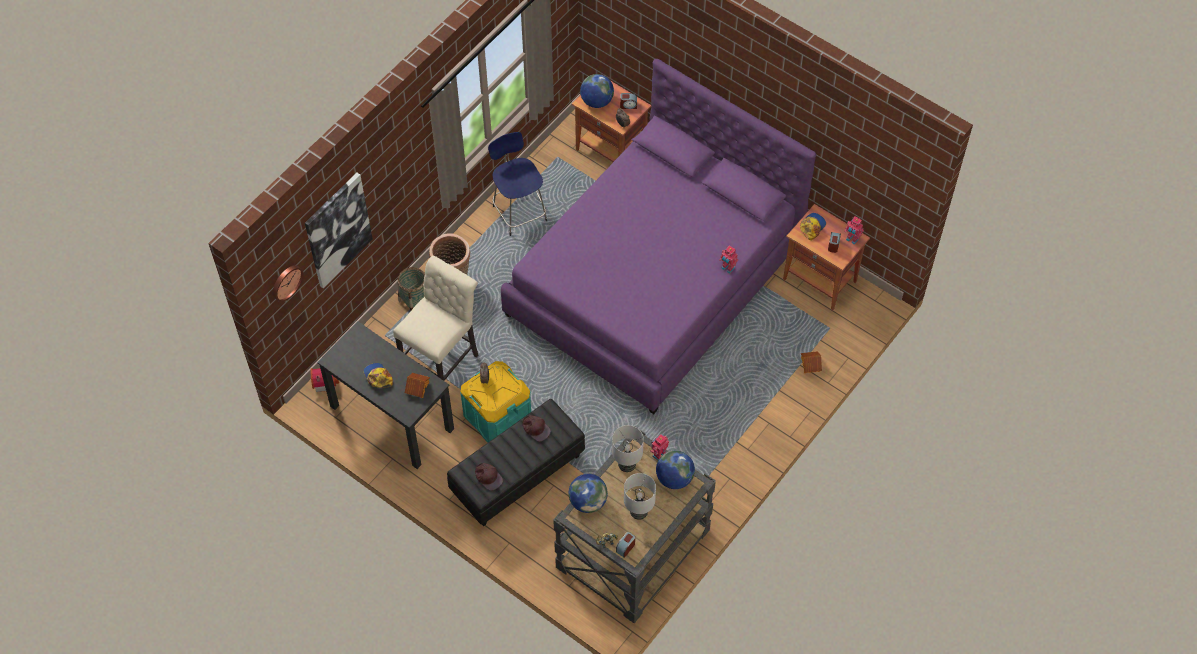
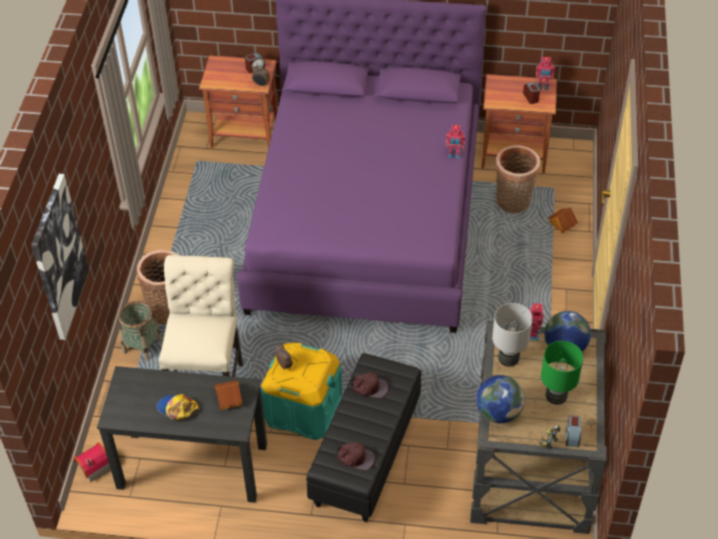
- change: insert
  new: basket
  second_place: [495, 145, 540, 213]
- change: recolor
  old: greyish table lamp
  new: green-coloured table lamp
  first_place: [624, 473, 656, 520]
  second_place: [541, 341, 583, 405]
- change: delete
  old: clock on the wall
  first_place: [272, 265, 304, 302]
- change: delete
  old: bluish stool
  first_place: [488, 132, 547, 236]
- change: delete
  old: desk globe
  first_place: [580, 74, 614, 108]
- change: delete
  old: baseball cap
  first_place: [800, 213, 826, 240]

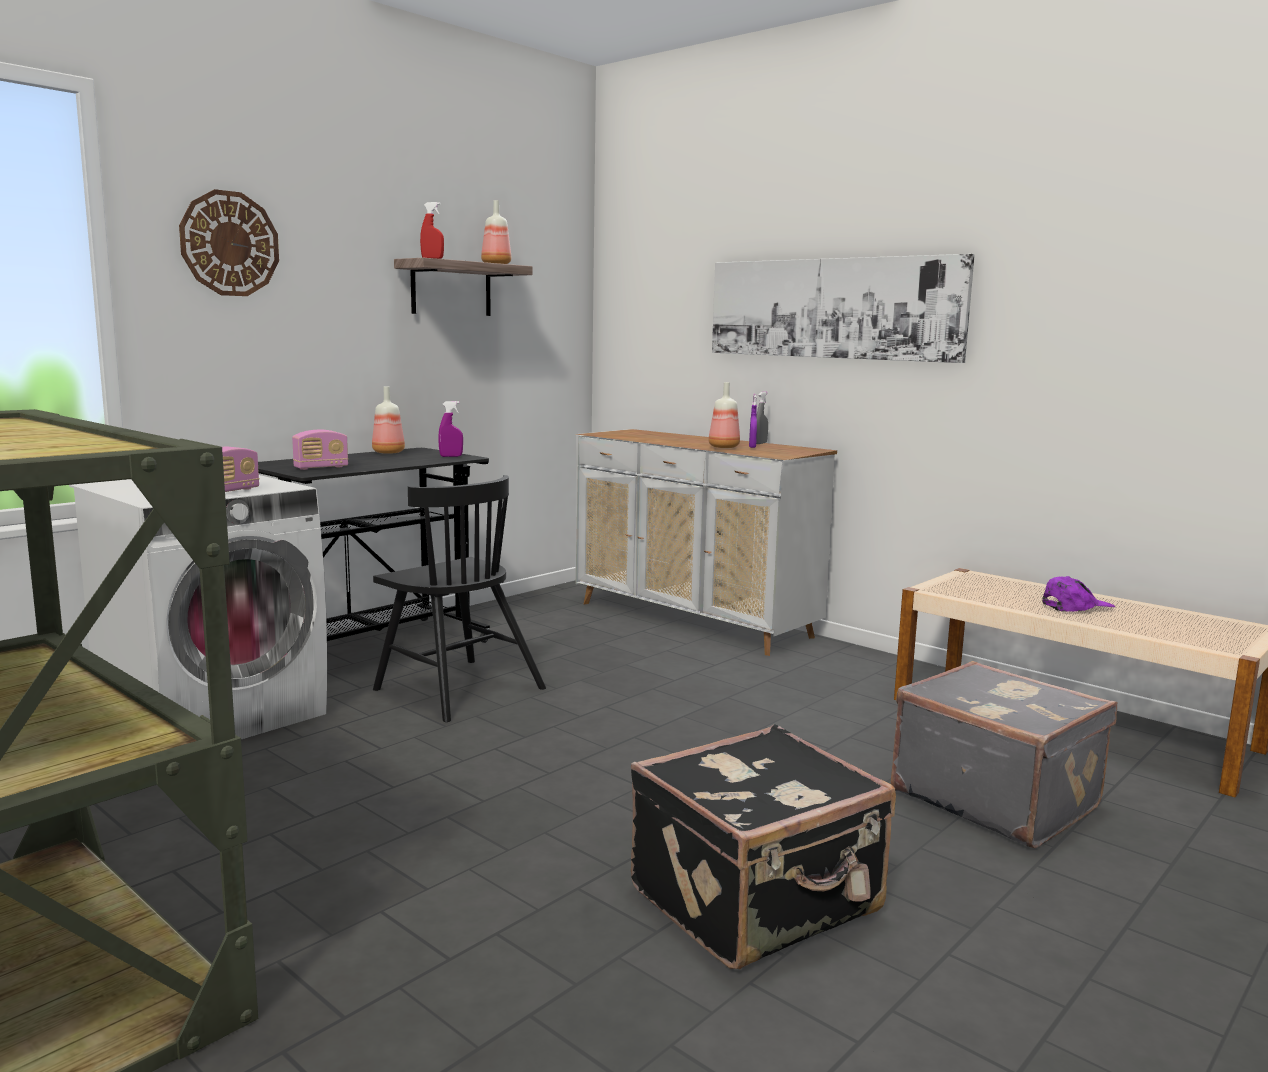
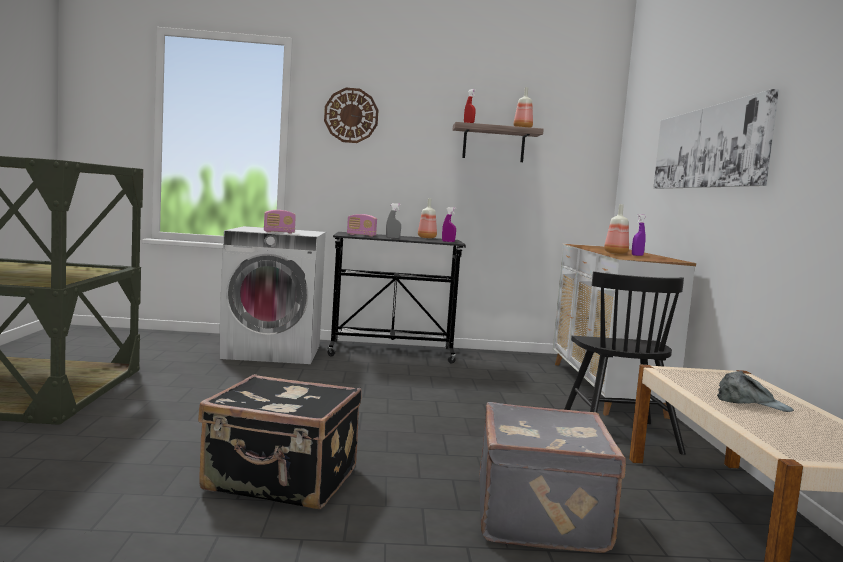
- change: move
  old: greyish sprayer
  first_place: [756, 391, 768, 444]
  second_place: [386, 203, 401, 238]
- change: move
  old: black upright chair
  first_place: [373, 475, 546, 722]
  second_place: [564, 271, 686, 455]
- change: recolor
  old: purple baseball cap
  new: greyish baseball cap
  first_place: [1042, 576, 1115, 612]
  second_place: [717, 371, 794, 412]

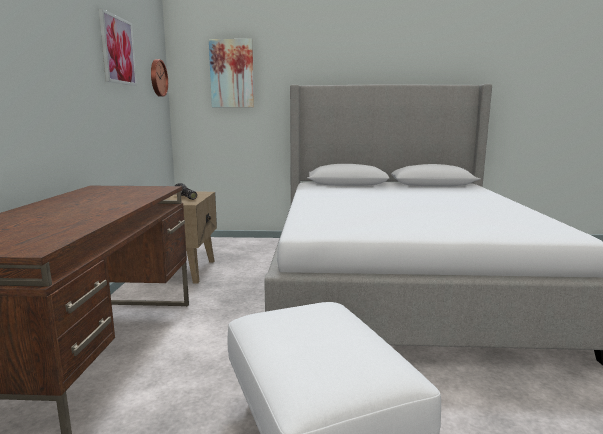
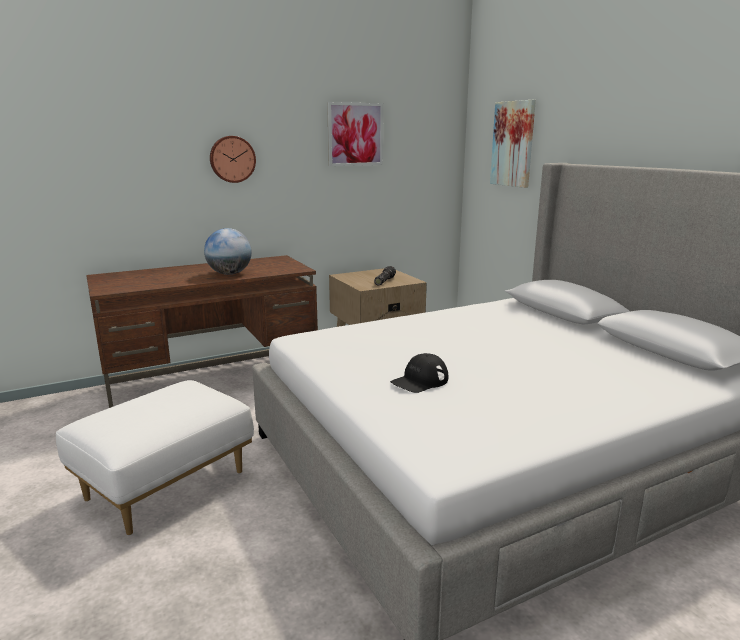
- change: insert
  new: desk globe
  second_place: [204, 228, 252, 275]
- change: move
  old: clock on the wall
  first_place: [151, 59, 168, 97]
  second_place: [210, 136, 256, 183]
- change: insert
  new: black baseball cap
  second_place: [390, 353, 448, 393]

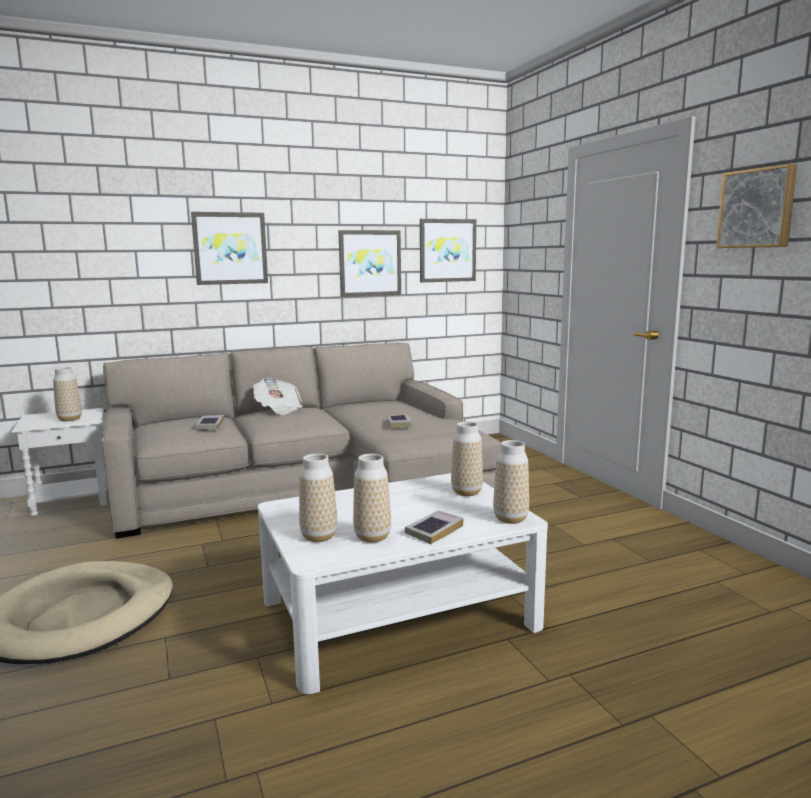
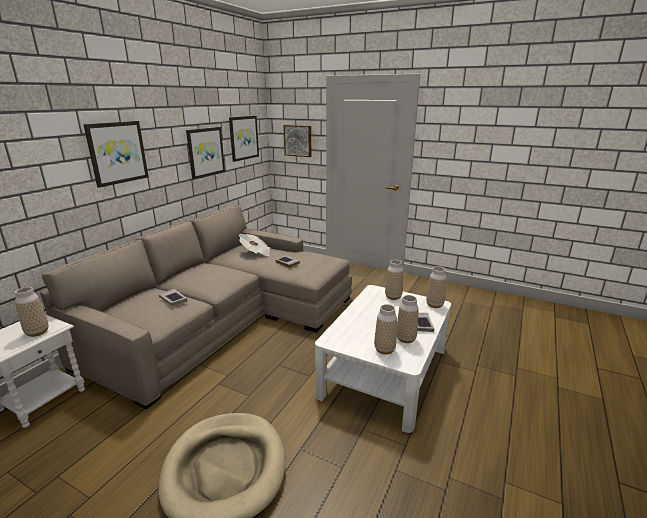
- change: move
  old: printed paper
  first_place: [253, 378, 303, 415]
  second_place: [239, 234, 270, 256]
- change: move
  old: wall picture
  first_place: [716, 163, 797, 248]
  second_place: [284, 125, 311, 157]

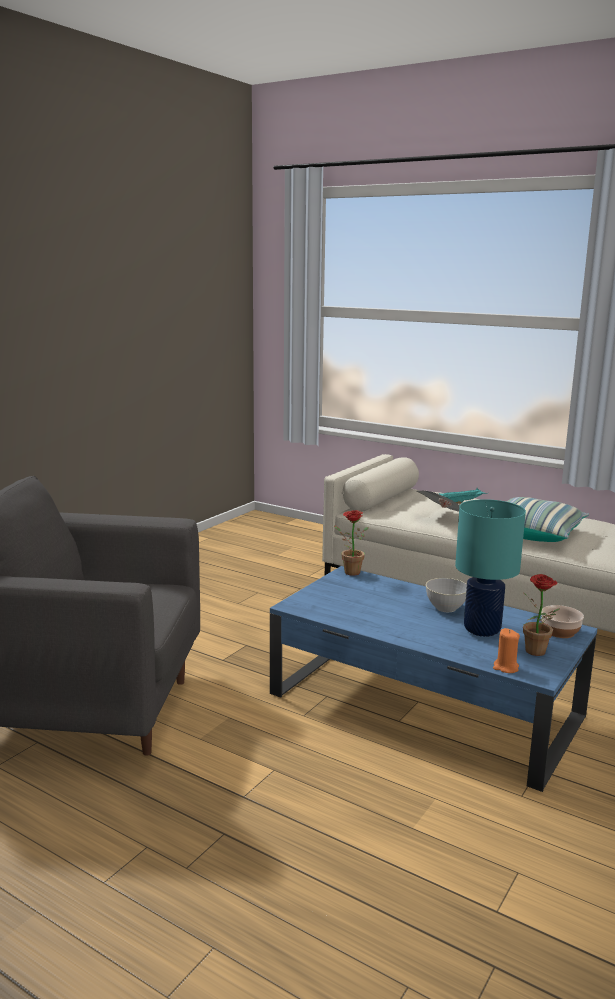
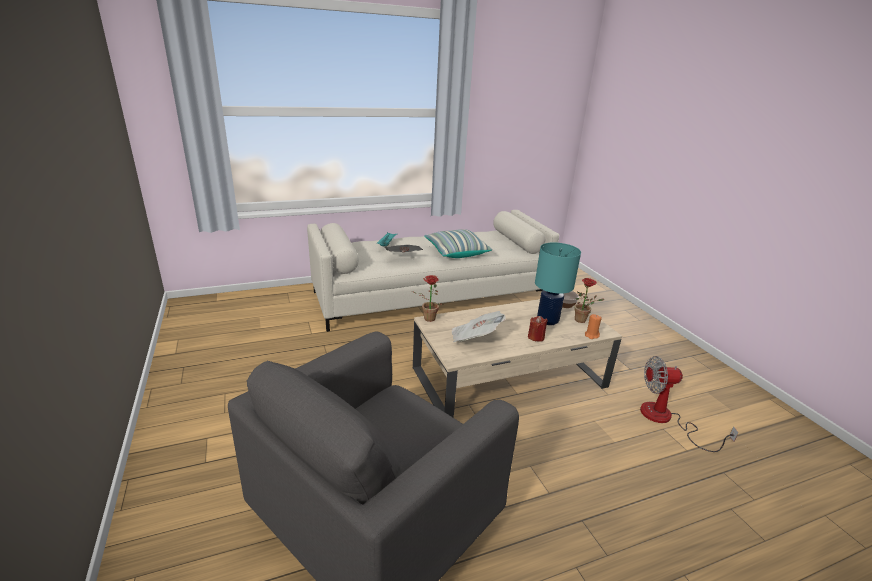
- change: recolor
  old: bluish coffee table
  new: sand-coloured coffee table
  first_place: [270, 566, 597, 792]
  second_place: [413, 299, 622, 418]
- change: insert
  new: printed paper
  second_place: [452, 311, 506, 342]
- change: insert
  new: red-coloured wax light
  second_place: [528, 316, 548, 342]
- change: insert
  new: fan
  second_place: [640, 356, 738, 452]
- change: delete
  old: greyish bowl
  first_place: [426, 578, 467, 612]

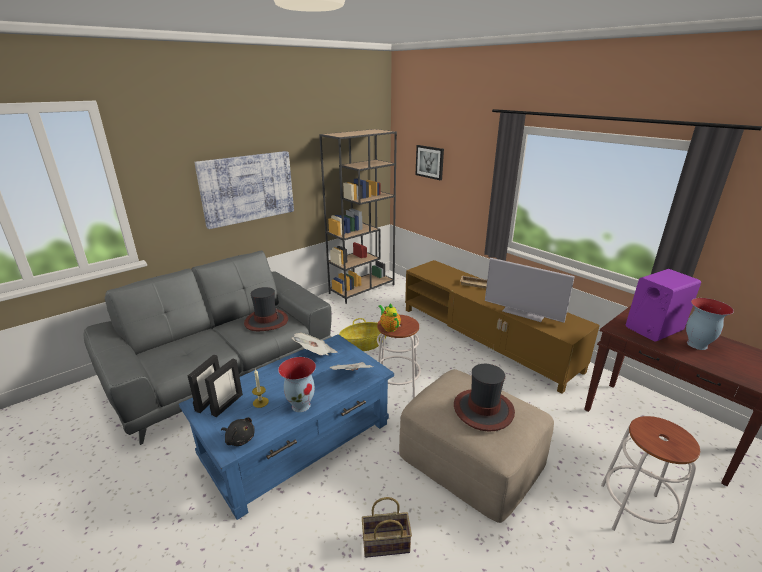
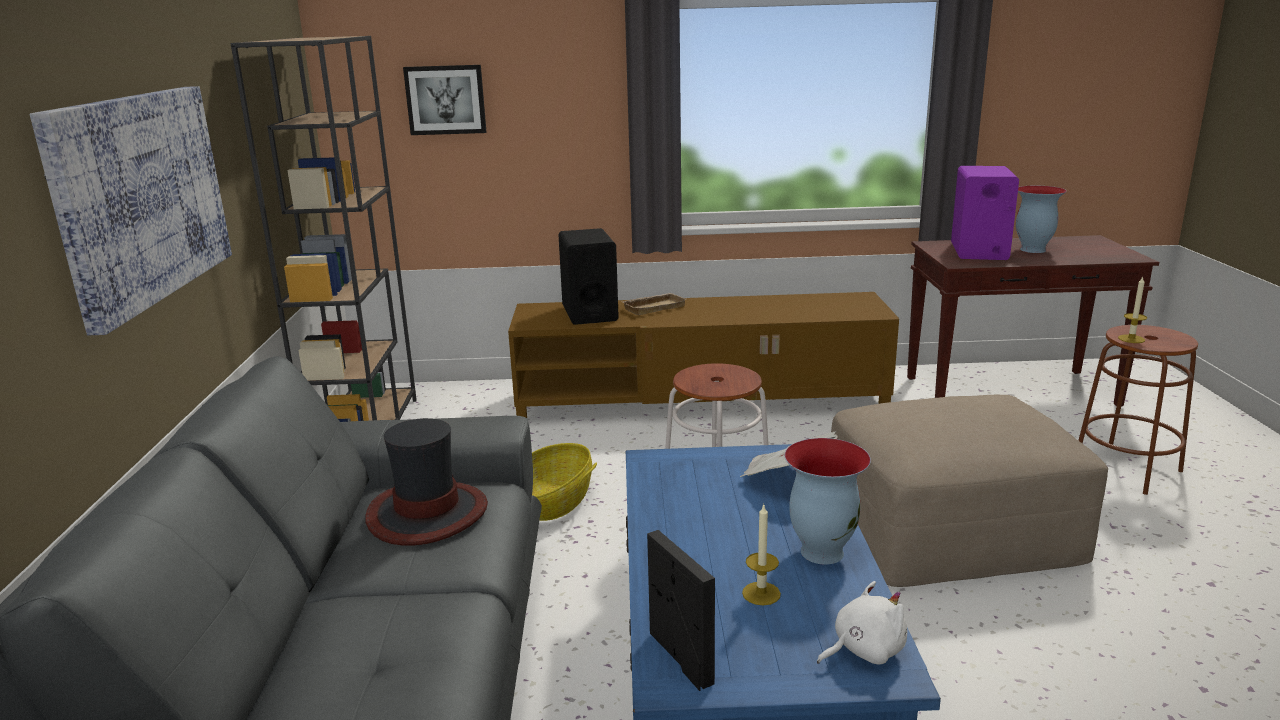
- change: insert
  new: black speaker
  second_place: [558, 228, 619, 325]
- change: recolor
  old: black soft toy
  new: white-coloured soft toy
  first_place: [221, 417, 255, 446]
  second_place: [817, 581, 907, 665]
- change: recolor
  old: white-coloured stool
  new: brown stool
  first_place: [601, 416, 700, 543]
  second_place: [1078, 325, 1198, 495]
- change: insert
  new: wax light
  second_place: [1118, 277, 1147, 343]
- change: delete
  old: picture frame
  first_place: [205, 359, 243, 417]
- change: delete
  old: printed paper
  first_place: [292, 333, 337, 356]
- change: delete
  old: basket
  first_place: [362, 497, 412, 558]
- change: delete
  old: pot for tea
  first_place: [378, 303, 401, 332]
- change: delete
  old: wearable hat
  first_place: [454, 364, 515, 432]
- change: delete
  old: TV set
  first_place: [485, 258, 575, 323]

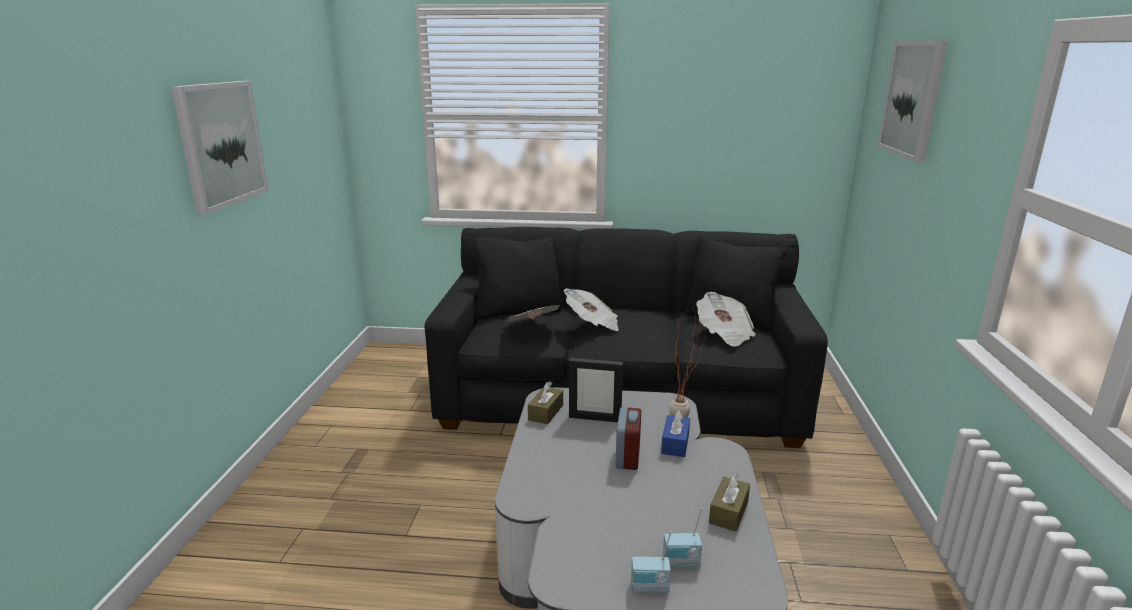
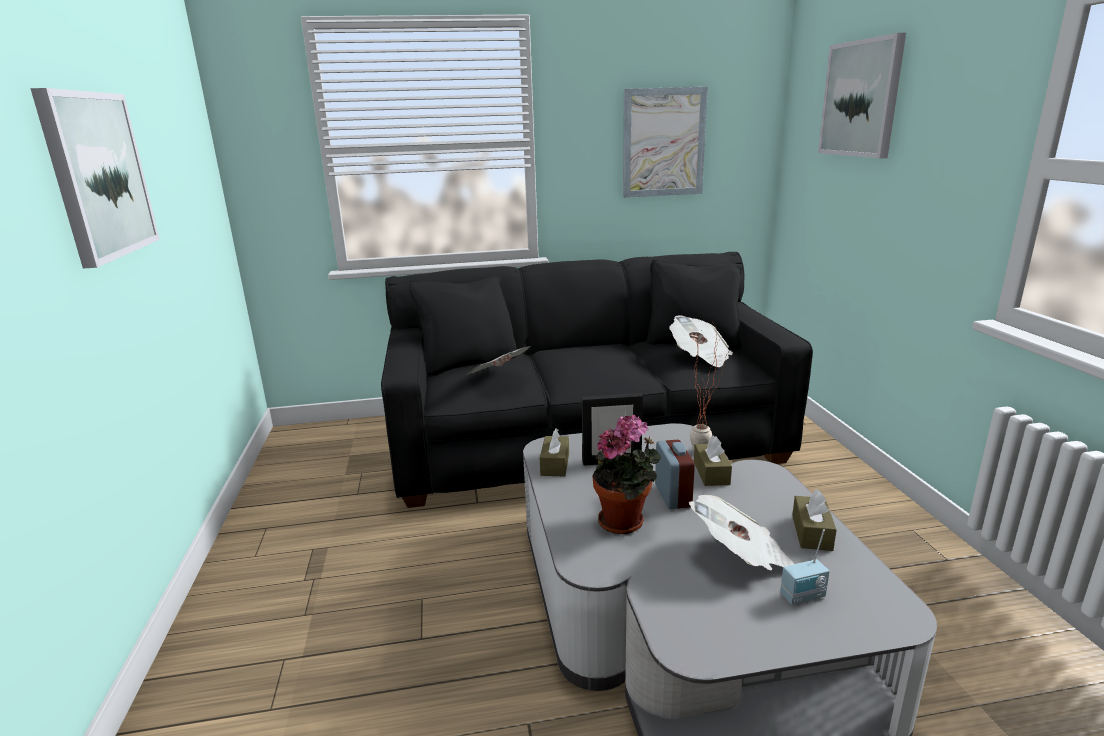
- change: insert
  new: plant in a pot
  second_place: [592, 415, 662, 534]
- change: insert
  new: wall picture
  second_place: [623, 87, 708, 198]
- change: move
  old: printed paper
  first_place: [564, 289, 619, 331]
  second_place: [689, 495, 794, 570]
- change: recolor
  old: bluish box of tissues
  new: brown box of tissues
  first_place: [661, 410, 690, 457]
  second_place: [694, 435, 732, 486]
- change: delete
  old: radio receiver
  first_place: [631, 531, 671, 593]

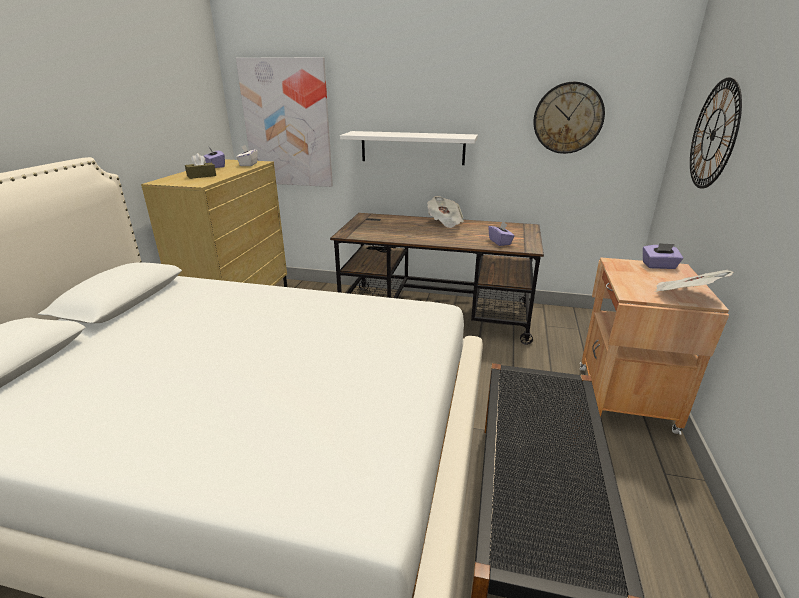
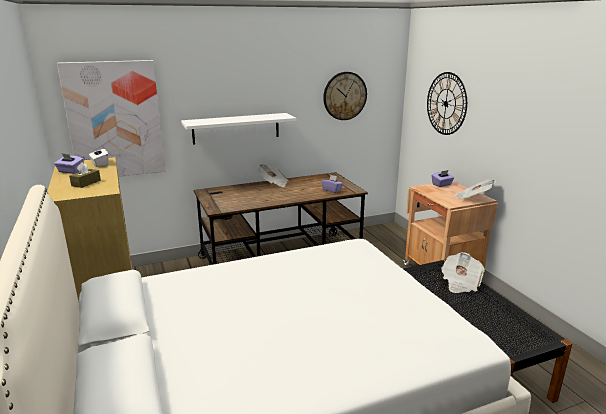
- change: insert
  new: printed paper
  second_place: [441, 252, 485, 293]

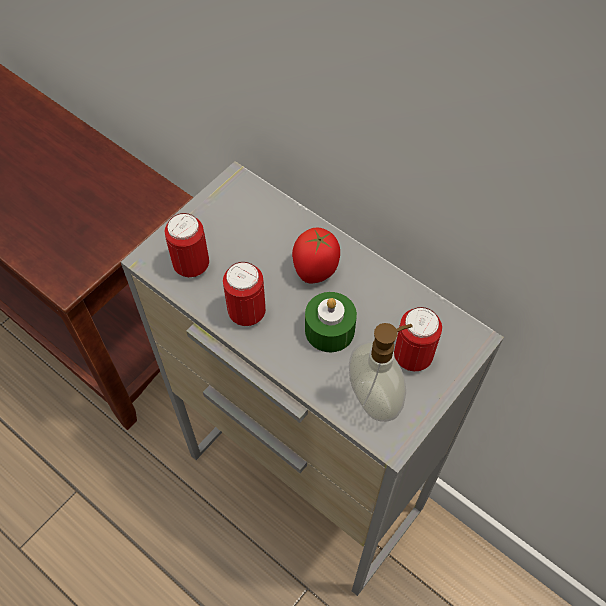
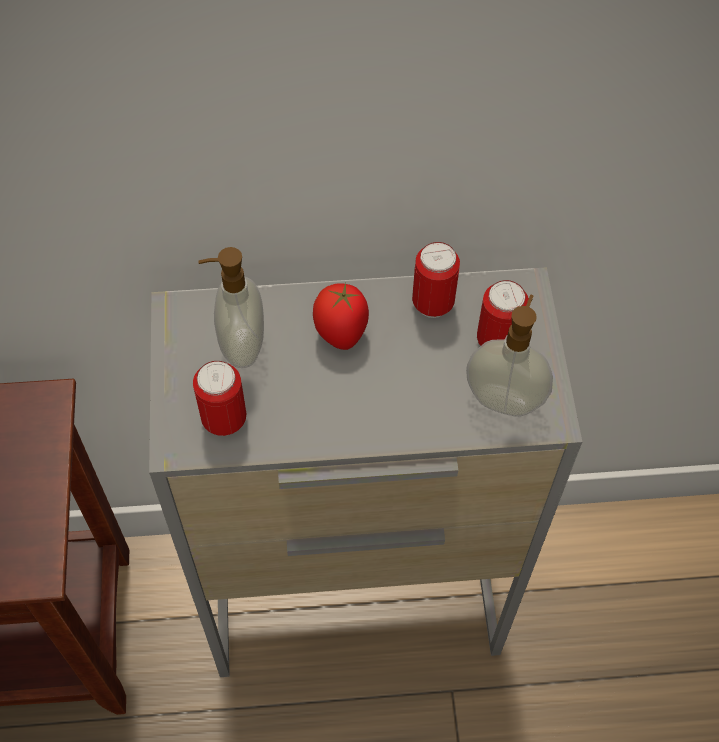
- change: insert
  new: soap bottle
  second_place: [199, 247, 264, 368]
- change: move
  old: can
  first_place: [223, 262, 266, 326]
  second_place: [412, 242, 460, 318]
- change: delete
  old: green-coloured wax light
  first_place: [305, 292, 357, 352]

